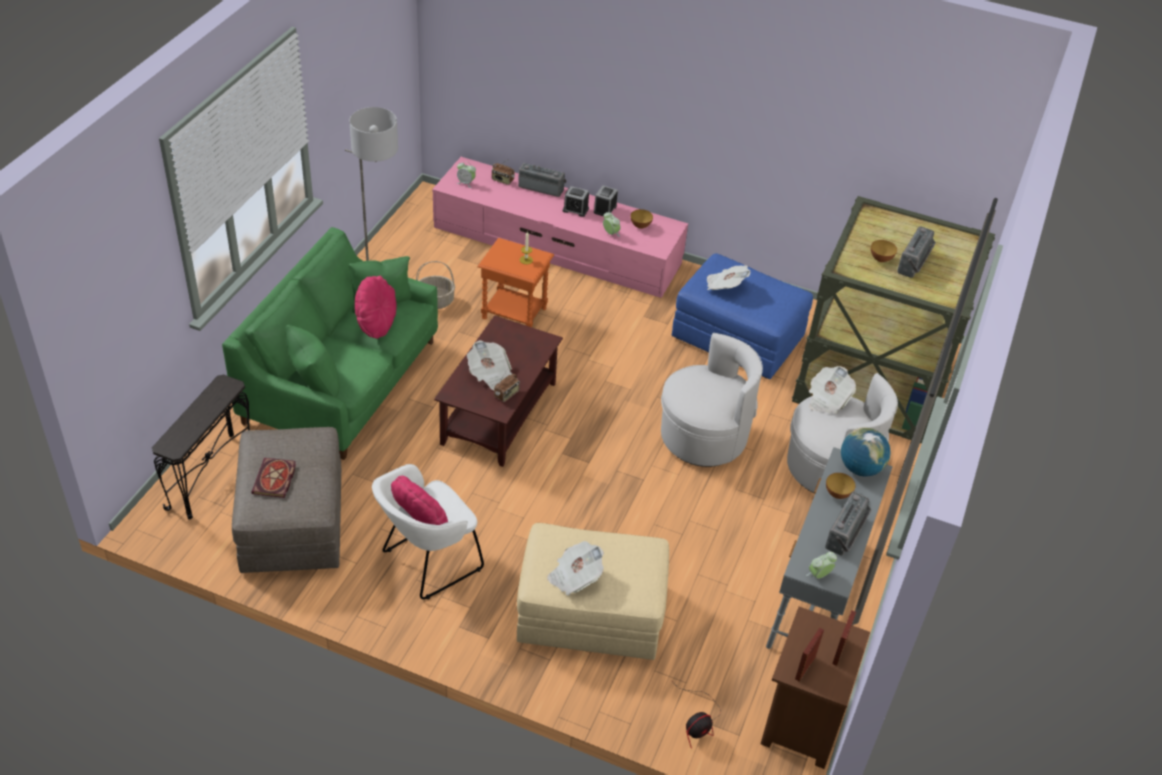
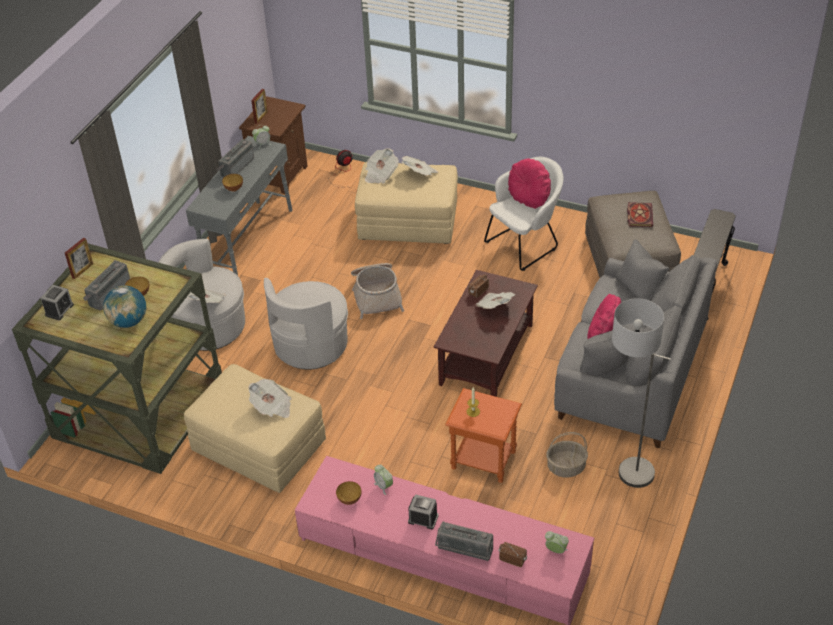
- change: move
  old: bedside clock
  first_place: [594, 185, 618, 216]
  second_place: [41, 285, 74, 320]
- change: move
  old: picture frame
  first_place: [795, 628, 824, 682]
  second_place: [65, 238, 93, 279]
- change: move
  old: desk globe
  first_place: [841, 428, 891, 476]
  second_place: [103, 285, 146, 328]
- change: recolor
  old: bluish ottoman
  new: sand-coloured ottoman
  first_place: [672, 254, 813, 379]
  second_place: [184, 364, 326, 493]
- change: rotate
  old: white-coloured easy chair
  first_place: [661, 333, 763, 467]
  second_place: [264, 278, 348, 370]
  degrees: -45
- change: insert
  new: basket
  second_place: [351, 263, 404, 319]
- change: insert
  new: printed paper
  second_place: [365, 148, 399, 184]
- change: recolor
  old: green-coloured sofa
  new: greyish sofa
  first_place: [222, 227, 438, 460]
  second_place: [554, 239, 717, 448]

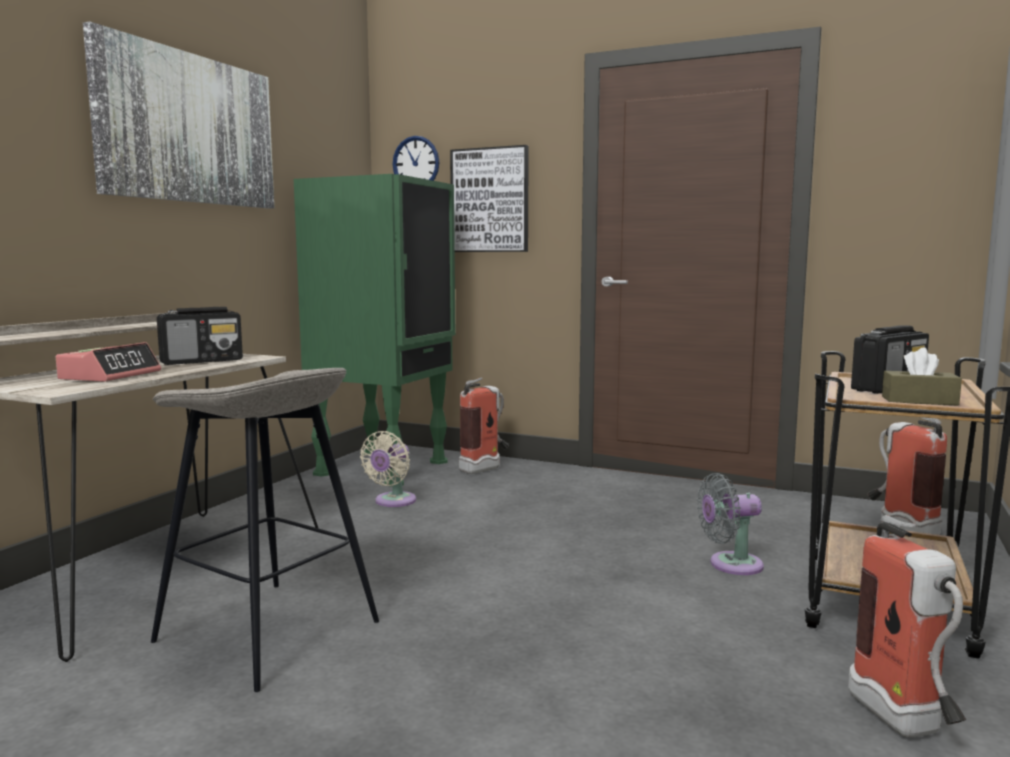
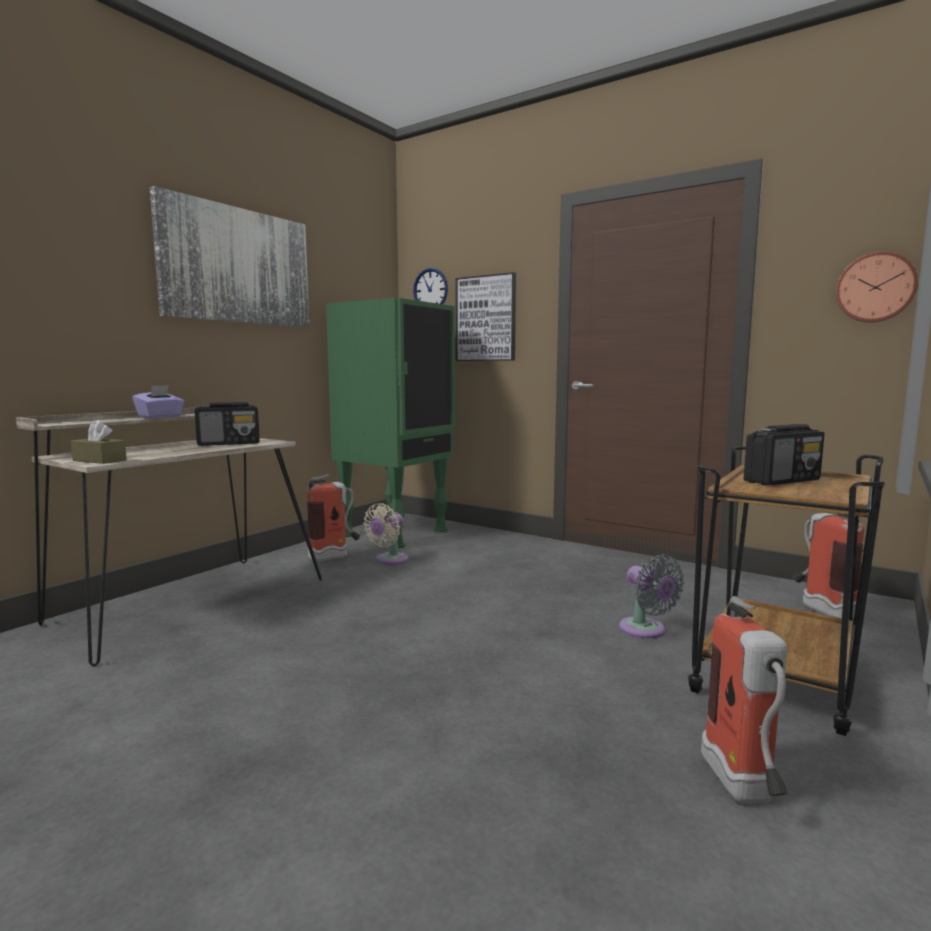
- change: move
  old: brown box of tissues
  first_place: [882, 347, 962, 405]
  second_place: [71, 420, 127, 464]
- change: insert
  new: purple box of tissues
  second_place: [132, 385, 184, 418]
- change: move
  old: fire extinguisher
  first_place: [459, 377, 509, 474]
  second_place: [307, 474, 360, 562]
- change: rotate
  old: greyish fan
  first_place: [697, 473, 764, 575]
  second_place: [619, 554, 685, 639]
  degrees: -120
- change: insert
  new: clock on the wall
  second_place: [836, 251, 918, 323]
- change: delete
  old: bedside clock
  first_place: [56, 342, 161, 382]
- change: delete
  old: greyish stool
  first_place: [151, 368, 379, 692]

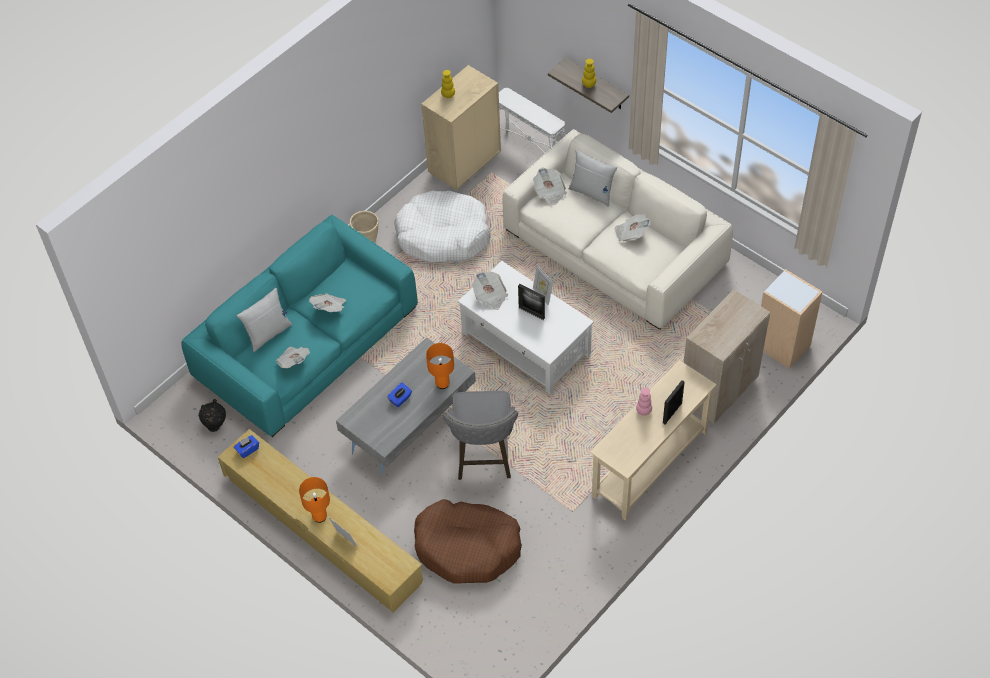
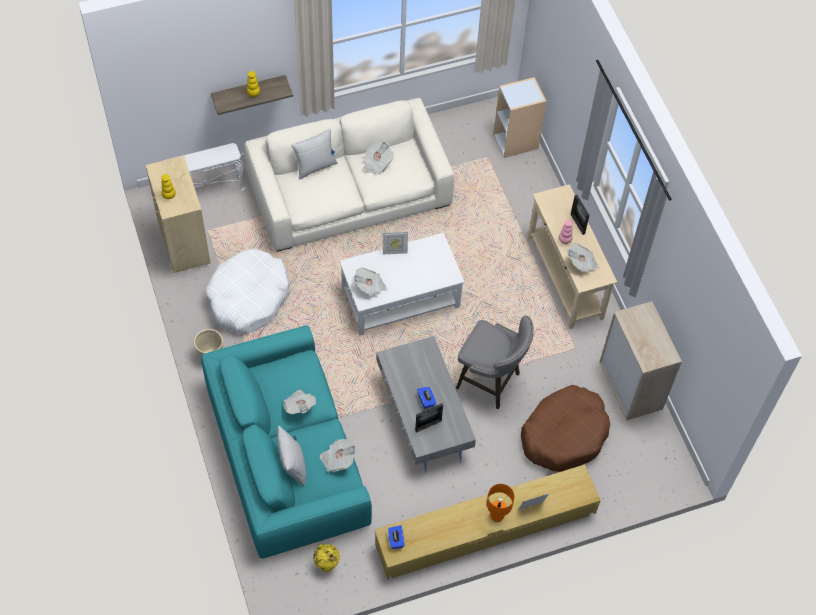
- change: recolor
  old: black decorative vase
  new: yellowish decorative vase
  first_place: [199, 399, 226, 432]
  second_place: [313, 544, 340, 572]
- change: move
  old: picture frame
  first_place: [518, 284, 545, 320]
  second_place: [415, 403, 443, 433]
- change: move
  old: printed paper
  first_place: [533, 167, 567, 205]
  second_place: [567, 243, 599, 272]
- change: move
  old: sand-coloured cupboard
  first_place: [684, 289, 770, 424]
  second_place: [600, 301, 682, 420]
- change: delete
  old: orange-coloured table lamp
  first_place: [426, 343, 454, 389]

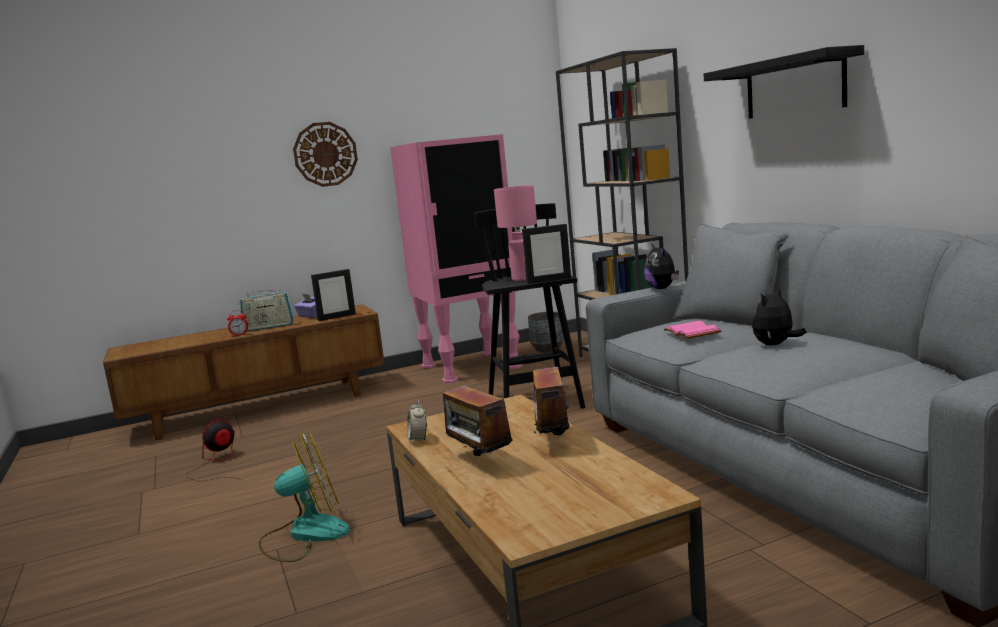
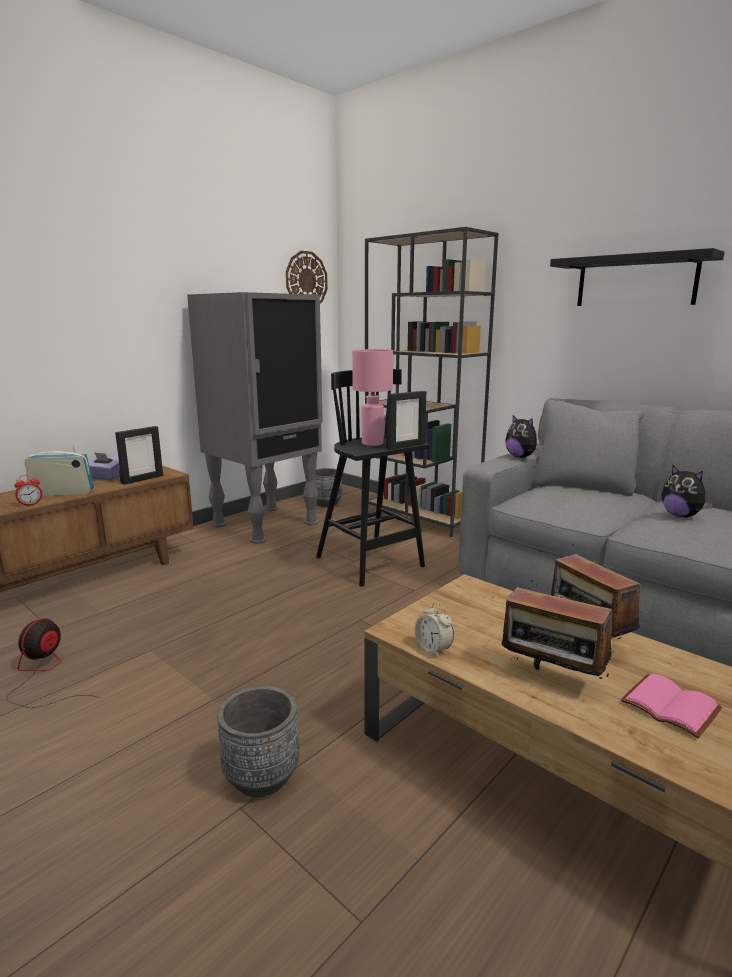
- change: rotate
  old: radio receiver
  first_place: [239, 289, 293, 332]
  second_place: [24, 445, 94, 496]
  degrees: -150
- change: recolor
  old: pinkish cupboard
  new: greyish cupboard
  first_place: [390, 134, 522, 383]
  second_place: [187, 292, 323, 544]
- change: replace
  old: fan
  new: greyish flower pot
  first_place: [258, 432, 350, 562]
  second_place: [217, 685, 299, 797]
- change: move
  old: clock on the wall
  first_place: [293, 122, 358, 187]
  second_place: [286, 251, 328, 304]
- change: move
  old: pinkish bound book
  first_place: [664, 321, 721, 339]
  second_place: [621, 674, 722, 738]
- change: rotate
  old: soft toy
  first_place: [752, 288, 806, 345]
  second_place: [662, 465, 713, 517]
  degrees: -60

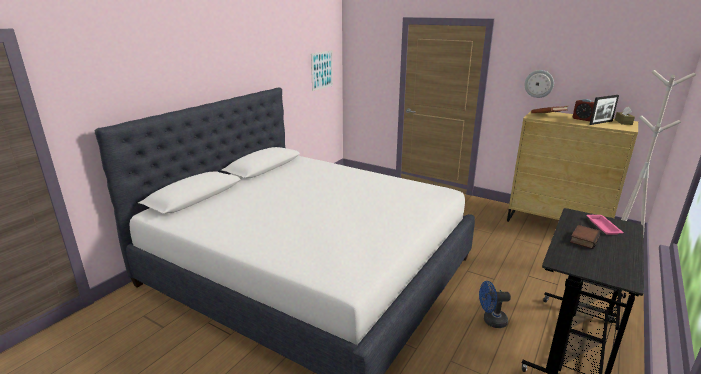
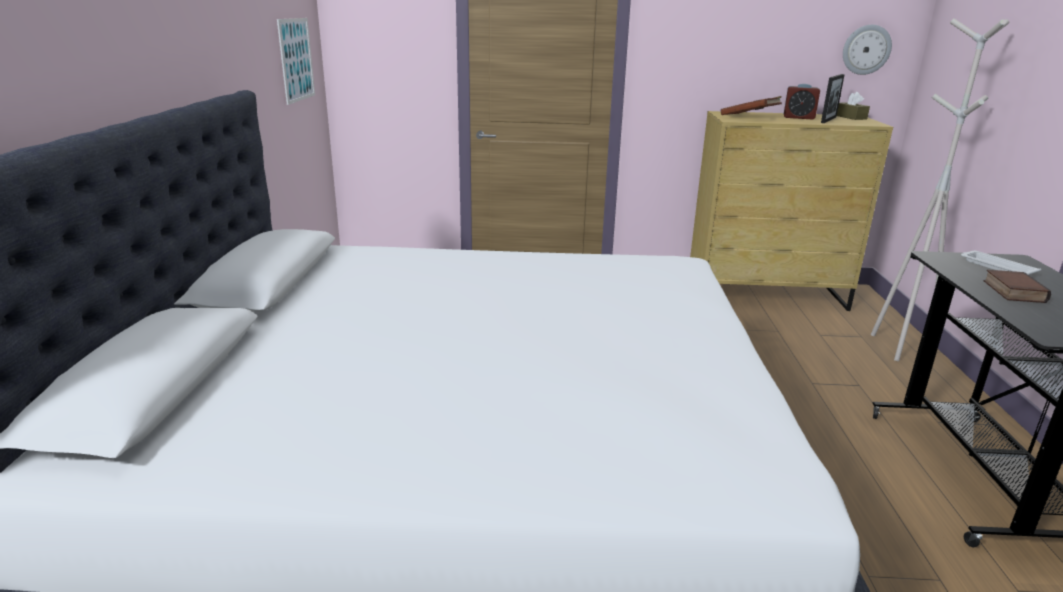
- change: move
  old: clock on the wall
  first_place: [524, 70, 554, 98]
  second_place: [843, 25, 892, 75]
- change: recolor
  old: pinkish carrying tray
  new: white-coloured carrying tray
  first_place: [586, 214, 623, 235]
  second_place: [961, 250, 1041, 275]
- change: delete
  old: bluish fan
  first_place: [479, 281, 511, 328]

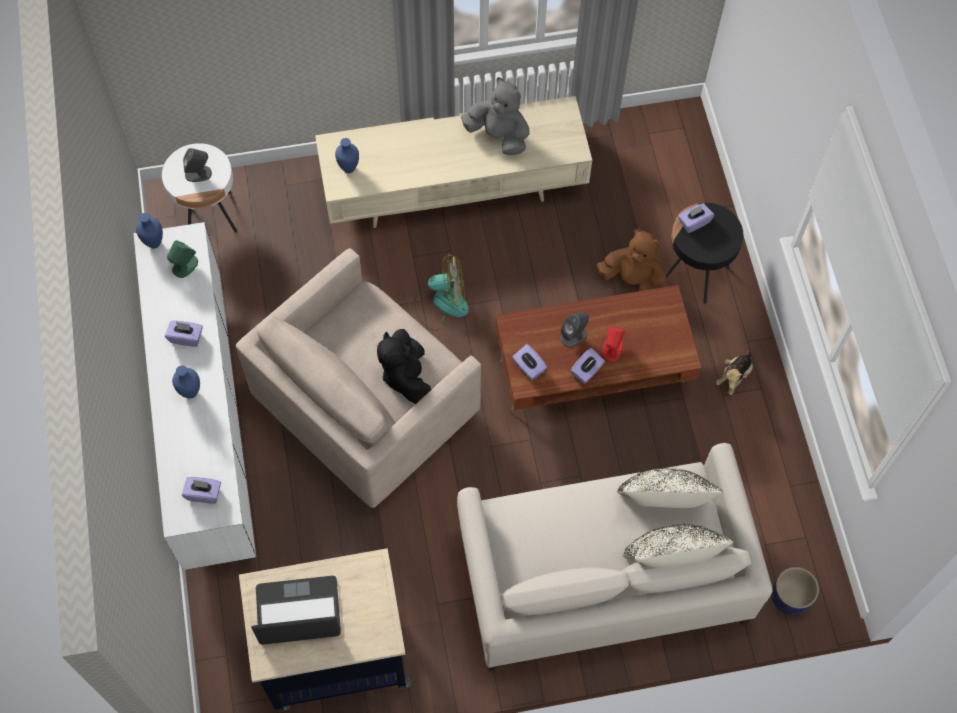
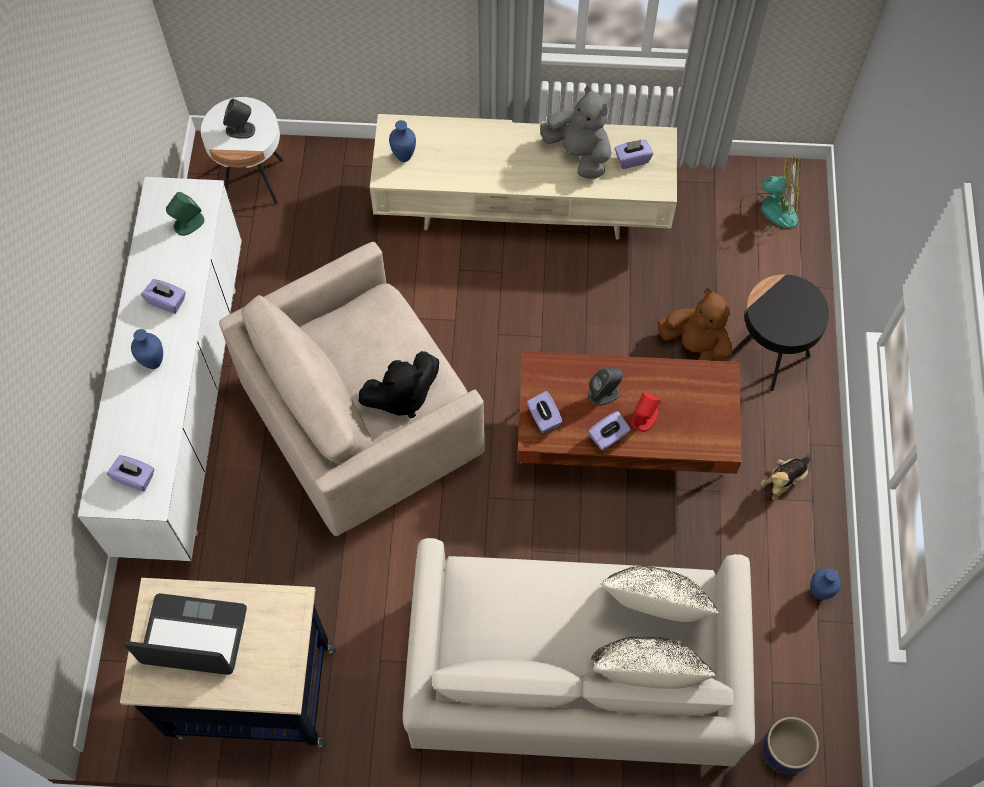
- change: rotate
  old: black soft toy
  first_place: [377, 329, 431, 404]
  second_place: [358, 351, 439, 418]
  degrees: -120
- change: move
  old: purple box of tissues
  first_place: [678, 203, 714, 233]
  second_place: [615, 140, 653, 169]
- change: move
  old: fan
  first_place: [414, 253, 469, 331]
  second_place: [740, 156, 800, 238]
- change: move
  old: bluish decorative vase
  first_place: [136, 213, 163, 249]
  second_place: [810, 568, 841, 600]

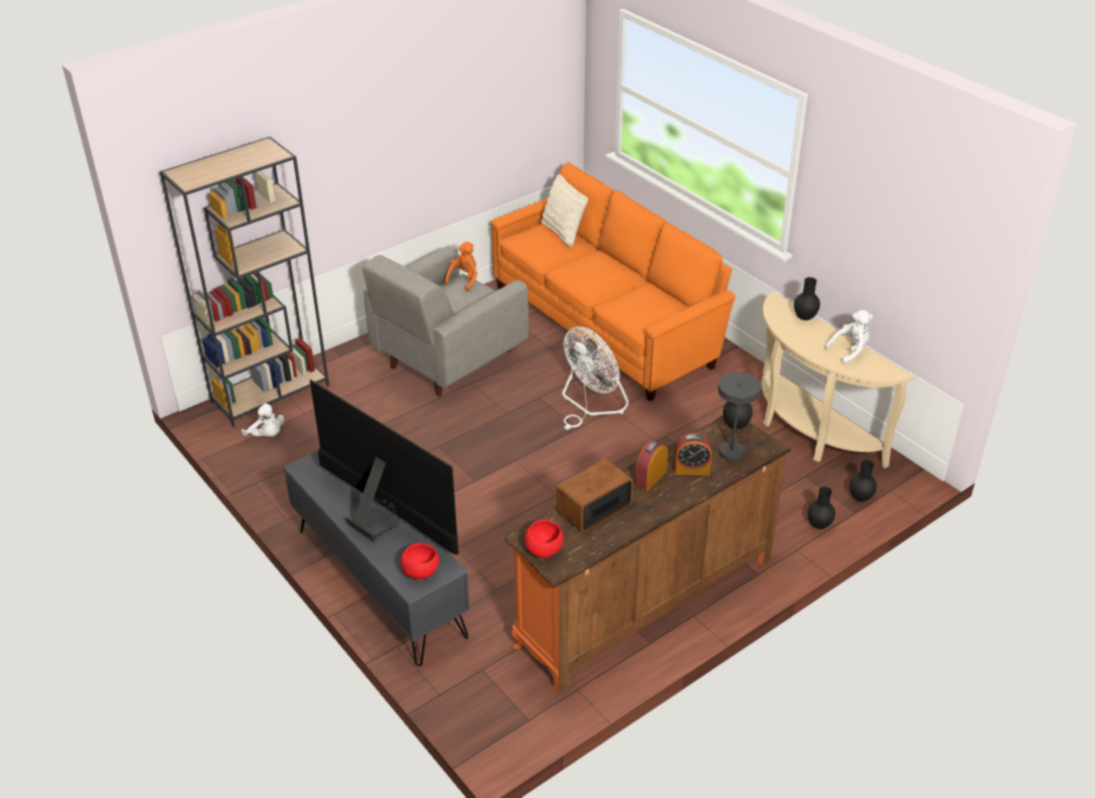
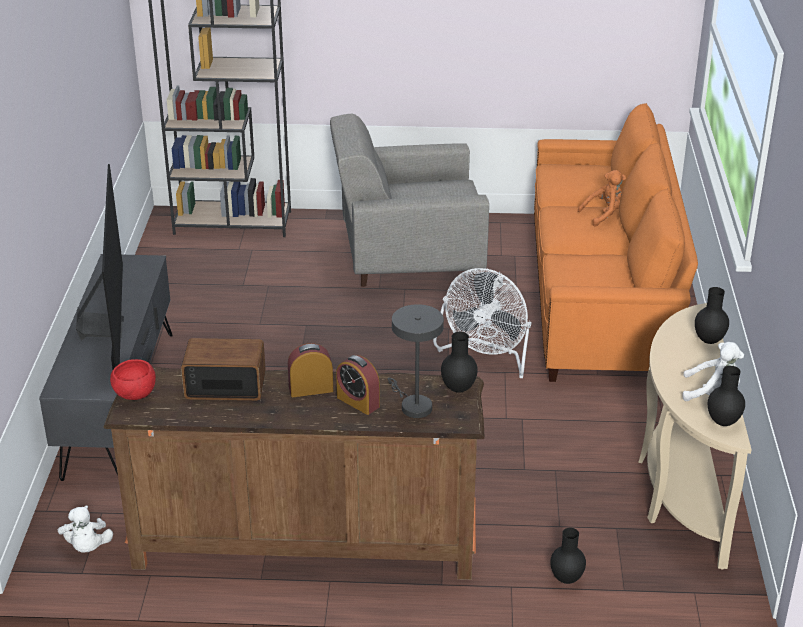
- change: move
  old: white-coloured soft toy
  first_place: [241, 403, 284, 437]
  second_place: [58, 505, 113, 553]
- change: rotate
  old: white-coloured fan
  first_place: [562, 327, 629, 430]
  second_place: [433, 268, 532, 378]
  degrees: 120
- change: move
  old: orange-coloured soft toy
  first_place: [444, 242, 477, 292]
  second_place: [578, 170, 626, 227]
- change: move
  old: black decorative vase
  first_place: [850, 460, 877, 502]
  second_place: [708, 366, 745, 426]
- change: delete
  old: red-coloured bowl
  first_place: [400, 543, 439, 579]
- change: delete
  old: sand-coloured pillow
  first_place: [541, 174, 588, 247]

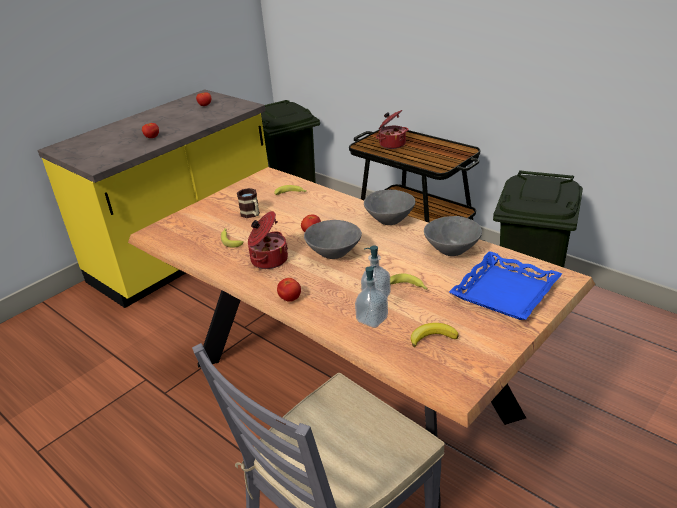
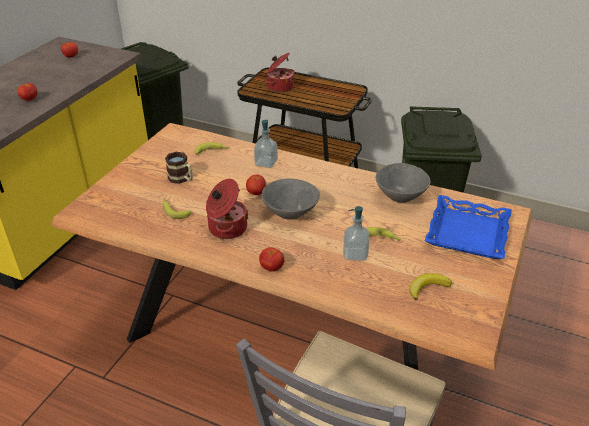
- change: move
  old: soap bottle
  first_place: [355, 266, 388, 328]
  second_place: [254, 120, 278, 168]
- change: delete
  old: greyish bowl
  first_place: [364, 190, 415, 225]

